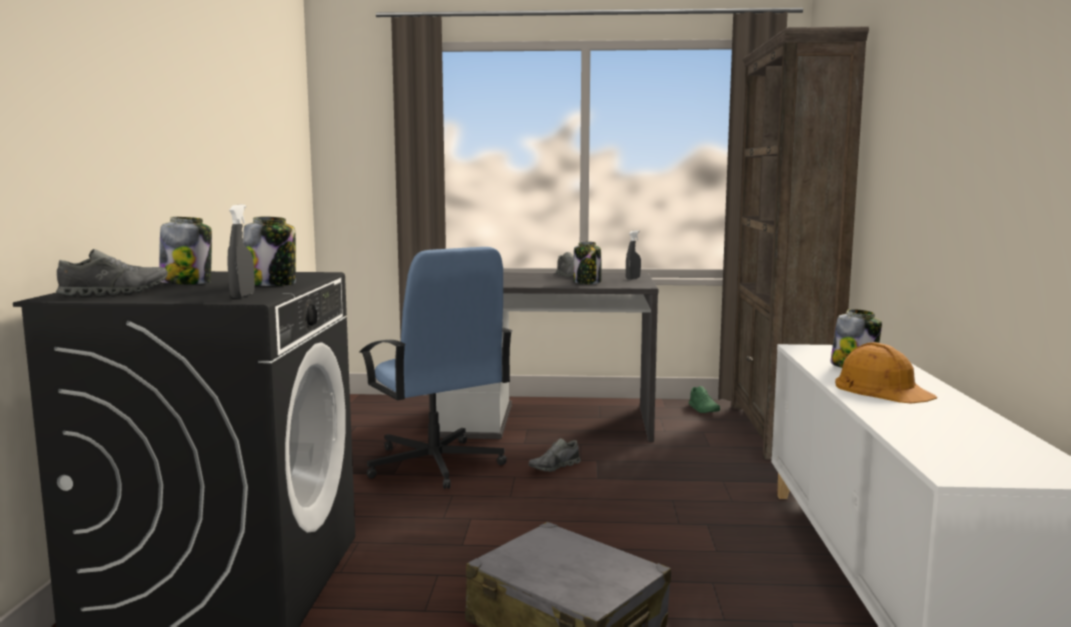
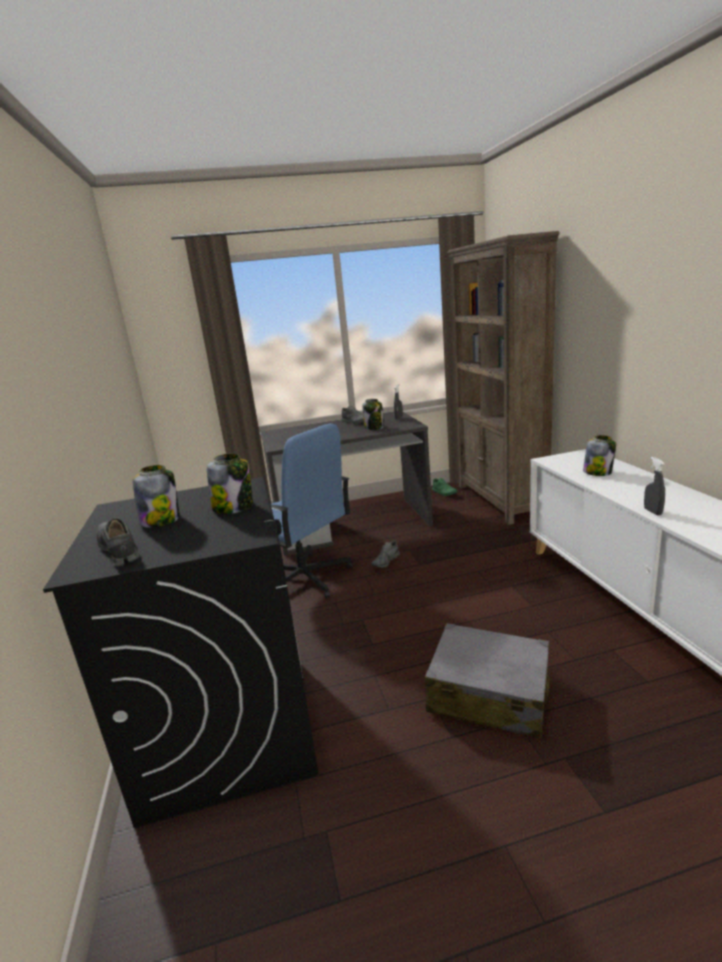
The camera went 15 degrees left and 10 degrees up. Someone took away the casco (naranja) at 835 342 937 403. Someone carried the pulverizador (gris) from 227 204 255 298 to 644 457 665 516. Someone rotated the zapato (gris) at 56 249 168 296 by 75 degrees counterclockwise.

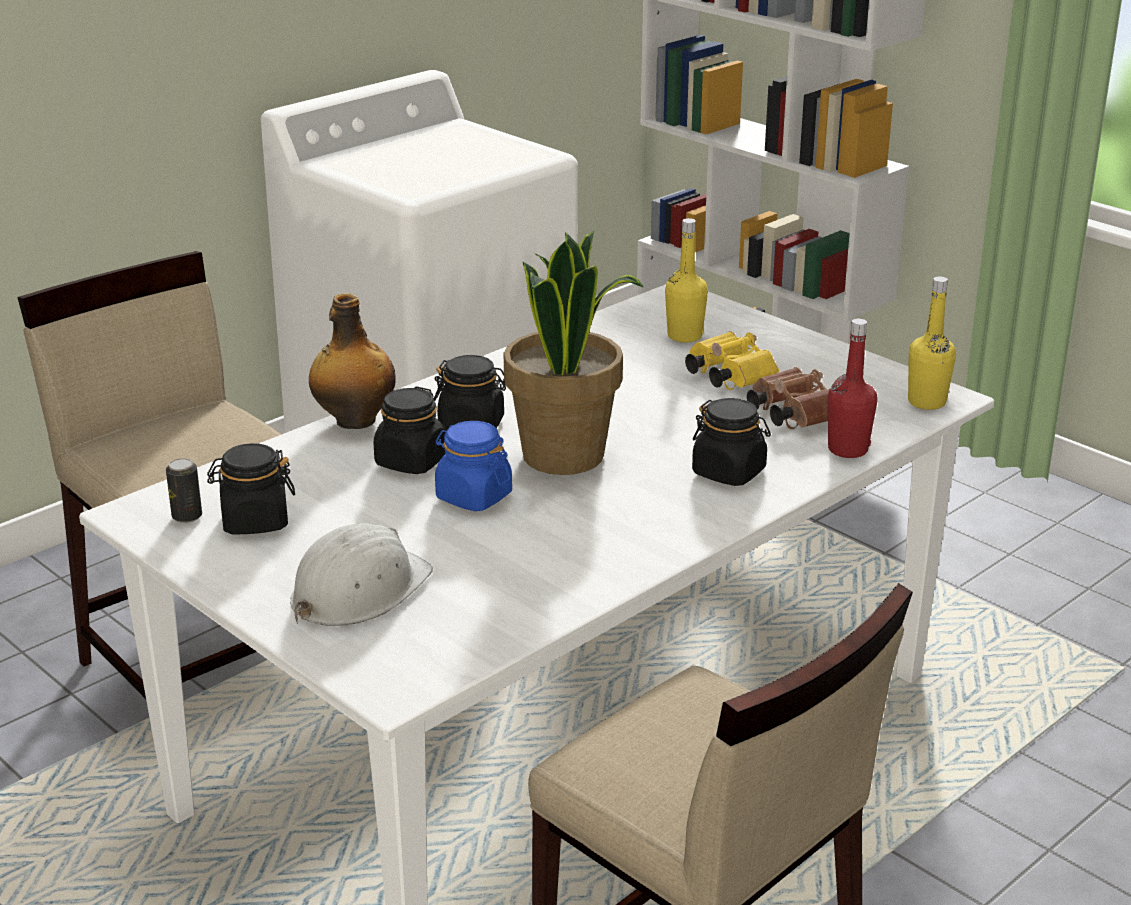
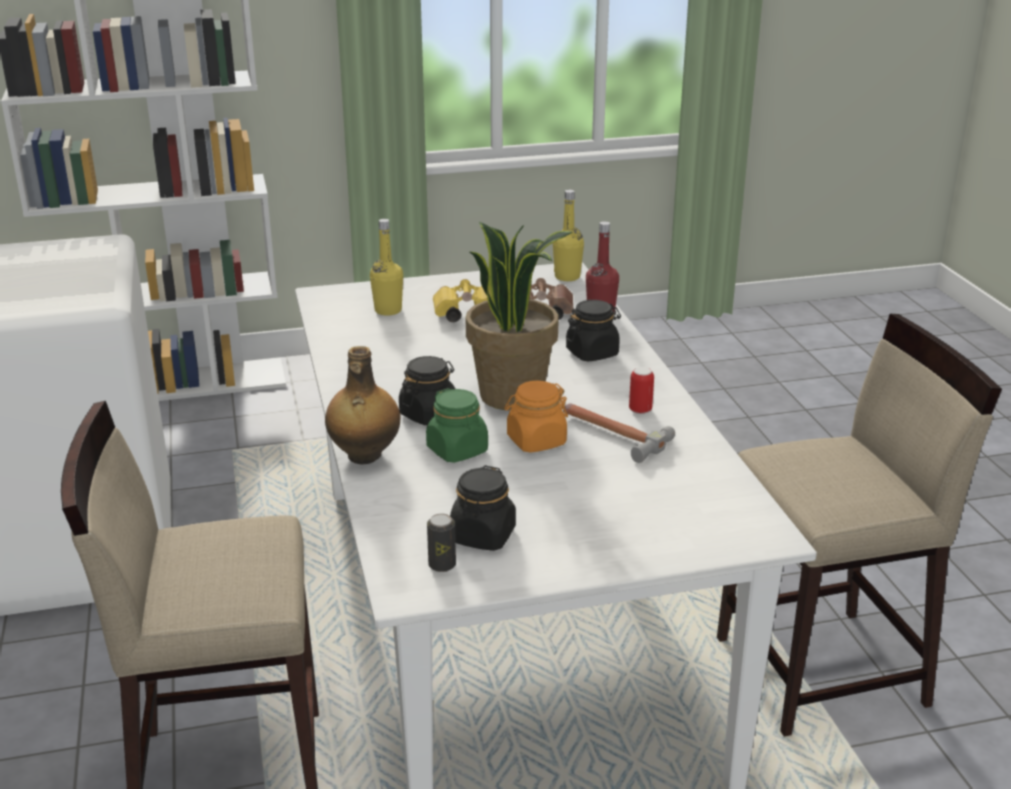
The camera went 60 degrees left and 0 degrees up. Someone took away the casco (blanco) at 290 523 433 626. Someone put down the martillo at 563 403 675 463. Someone put down the lata at 629 367 654 414. Someone repainted the tarro (negro) at 373 387 446 474, which became the tarro (verde) at 426 388 488 463. Someone repainted the tarro (azul) at 435 421 512 511, which became the tarro (naranja) at 504 381 568 453.

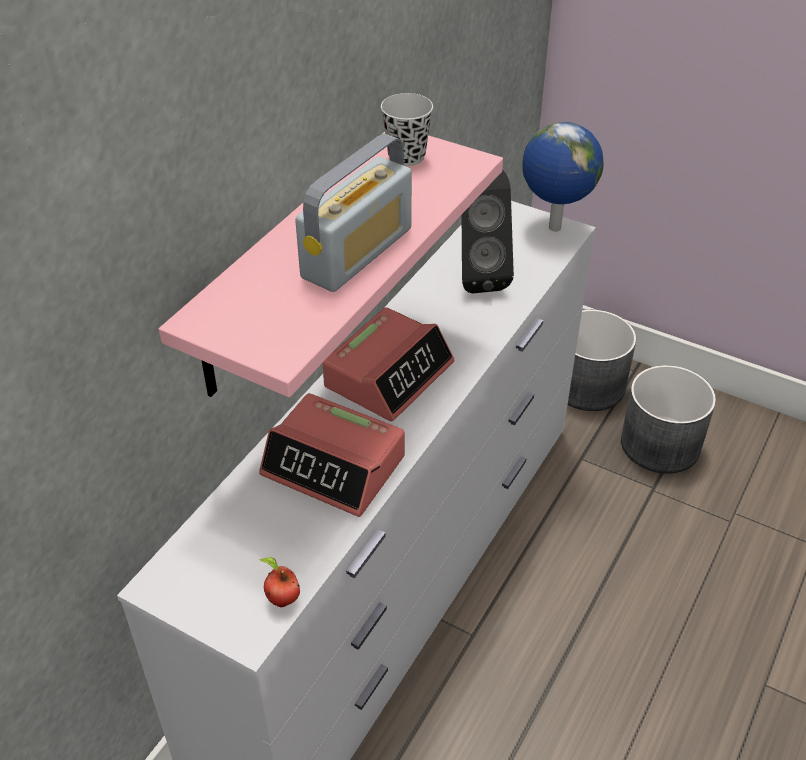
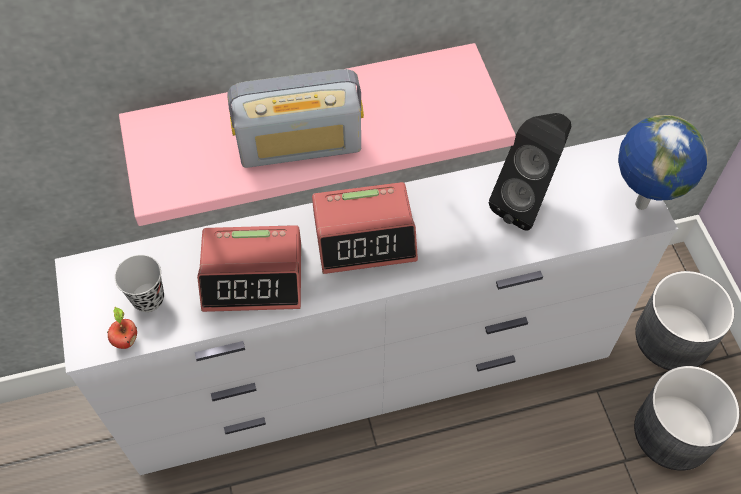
The camera went 45 degrees right and 15 degrees up. Someone carried the taza (negro) from 381 93 433 166 to 114 255 164 312. Someone rotated the despertador at 259 393 405 517 by 75 degrees counterclockwise.

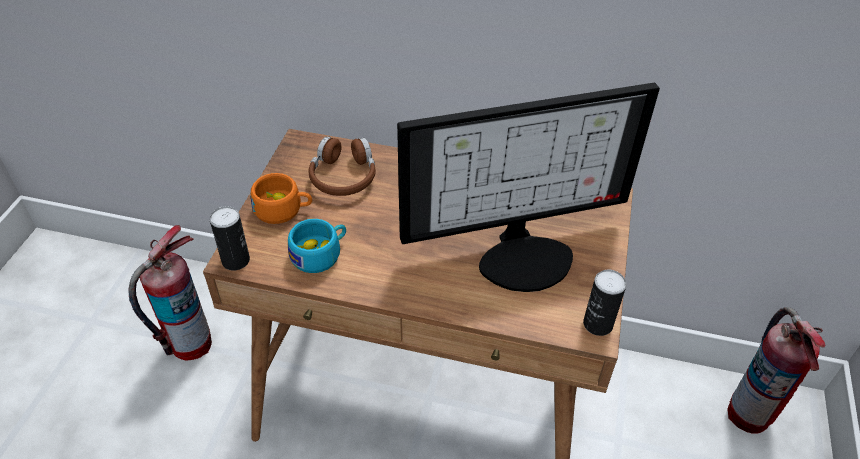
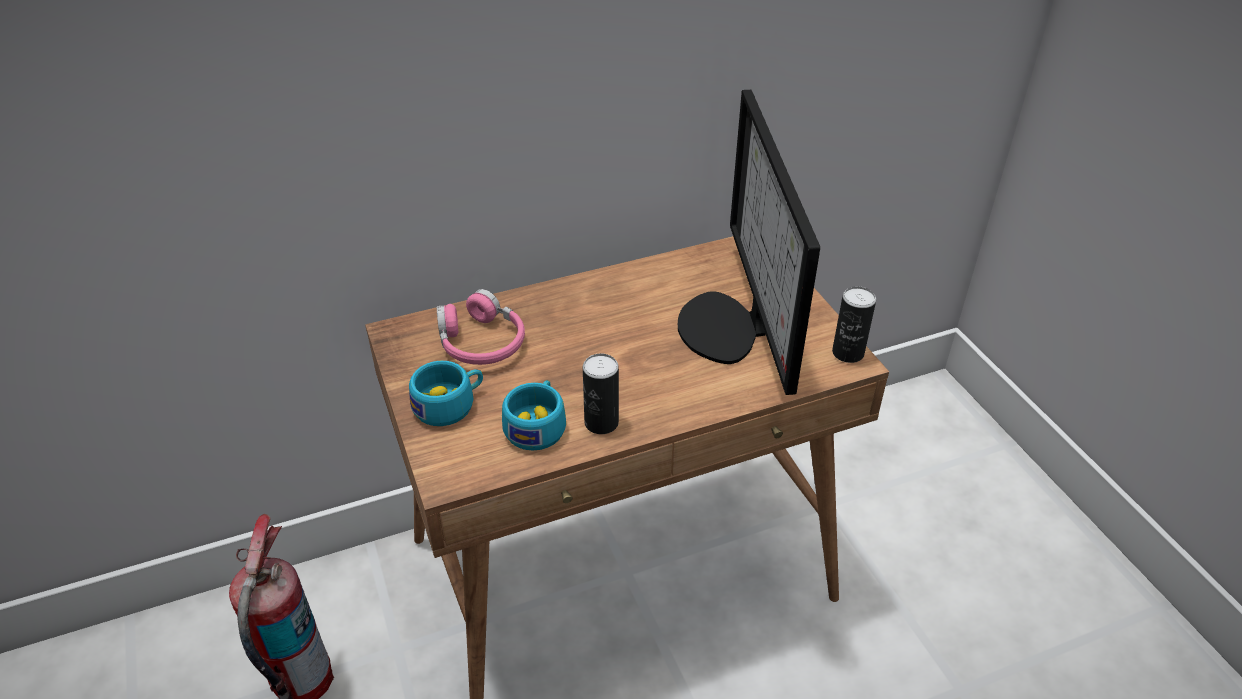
The camera went 35 degrees left and 5 degrees down. Someone took away the extintor at 727 307 825 434. Someone carried the lata from 210 206 250 271 to 583 354 619 434. Someone repainted the taza (naranja) at 251 173 312 224, which became the taza (turquesa) at 409 361 483 426. Someone repainted the auriculares (marrón) at 308 136 376 196, which became the auriculares (rosa) at 437 289 525 365. Someone rotated the monitor at 397 83 660 292 by 135 degrees clockwise.

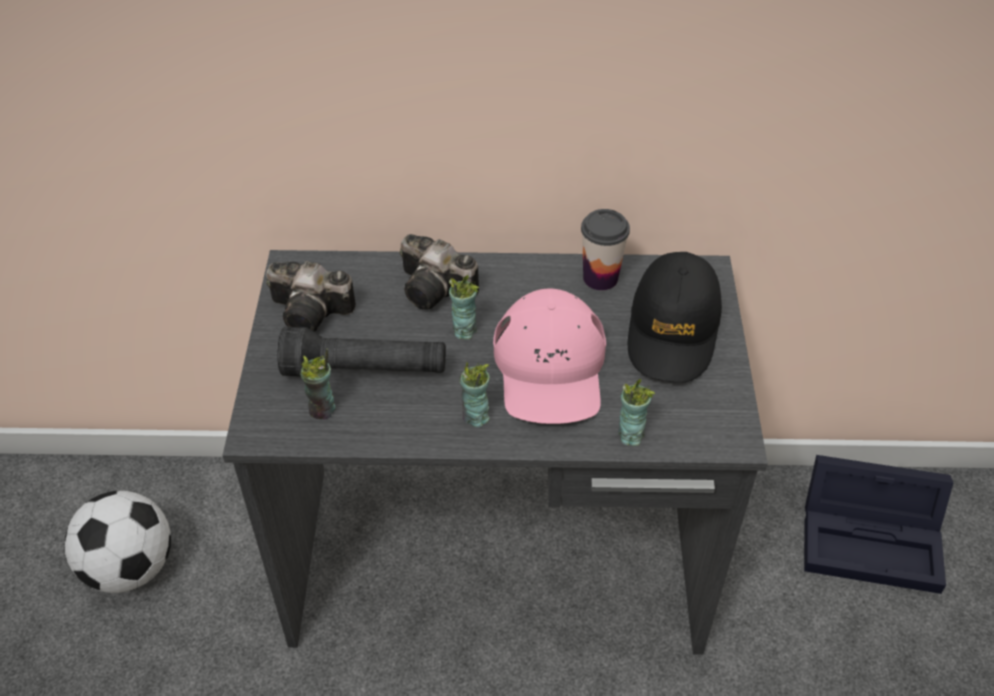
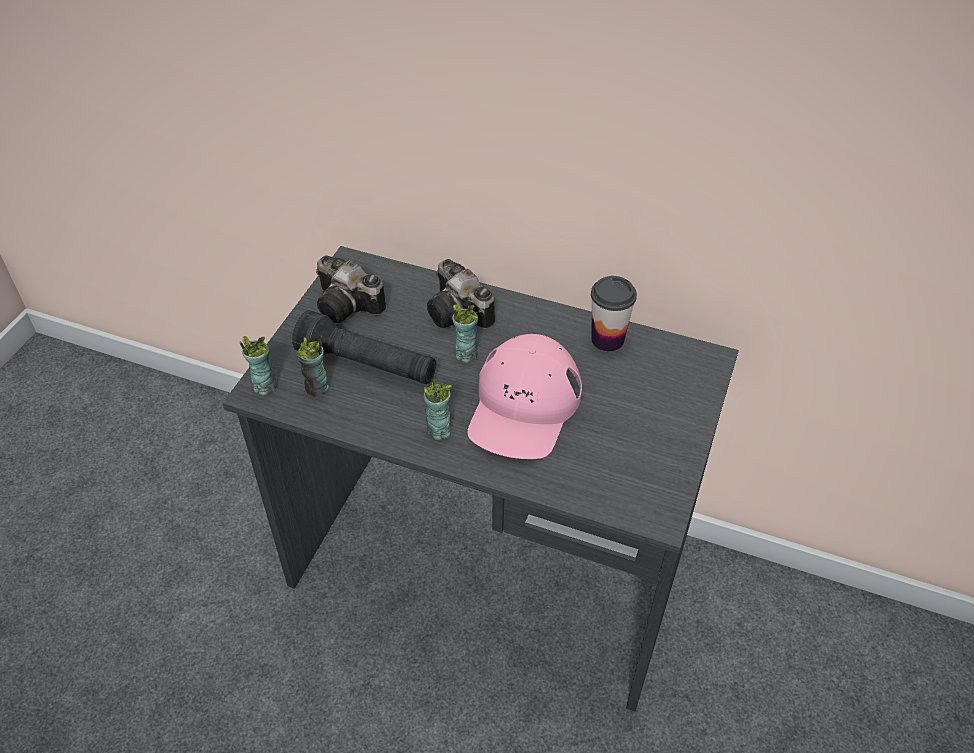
The camera went 20 degrees right and 0 degrees up. Someone took away the balón de fútbol at 64 491 171 593. Someone took away the gorra (negro) at 628 252 722 383. Someone took away the caja de almacenaje (negro) at 804 455 954 594. Someone carried the taza from 618 379 655 446 to 240 336 277 396.

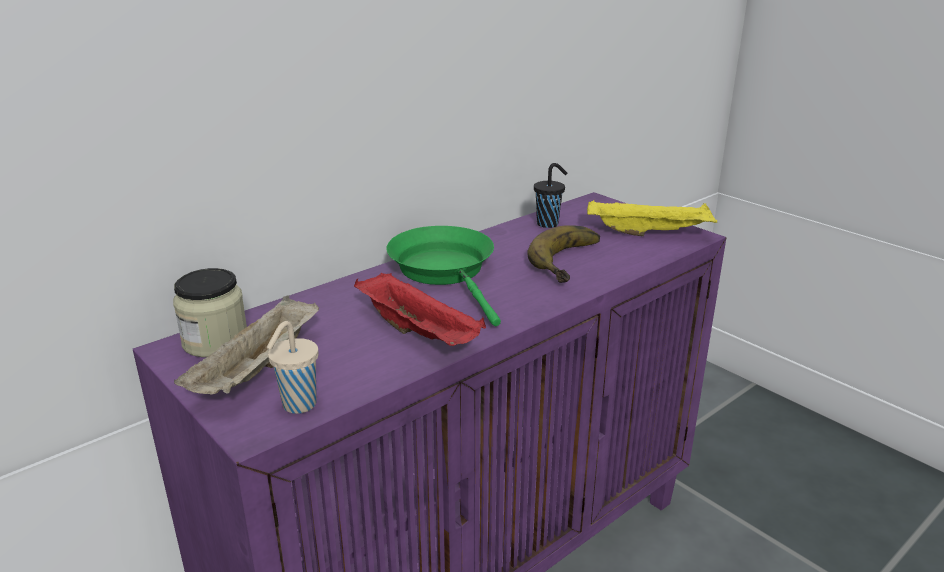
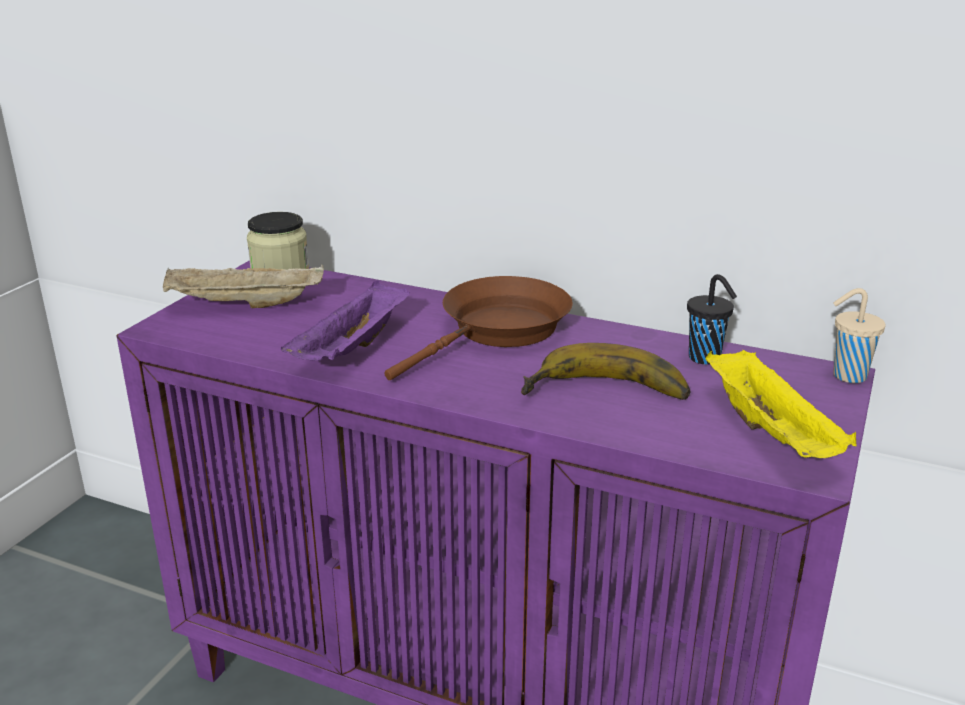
The camera went 65 degrees right and 0 degrees up. Someone carried the taza (beis) from 267 321 318 414 to 833 288 886 383. Someone repainted the bandeja (rojo) at 354 273 486 346, which became the bandeja (morado) at 281 281 410 361. Someone repainted the sartén (verde) at 386 226 501 327, which became the sartén (marrón) at 384 276 573 380.

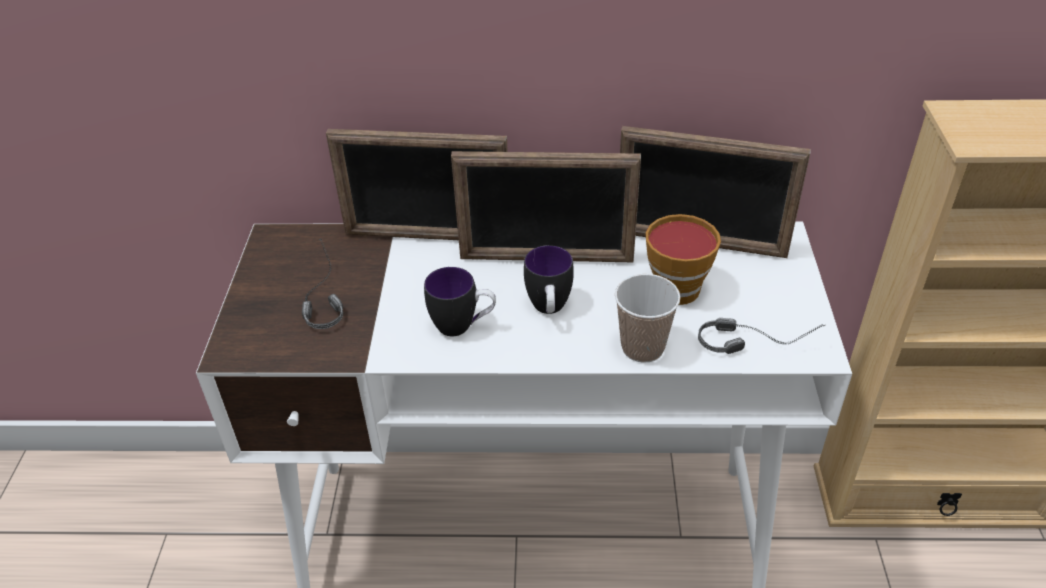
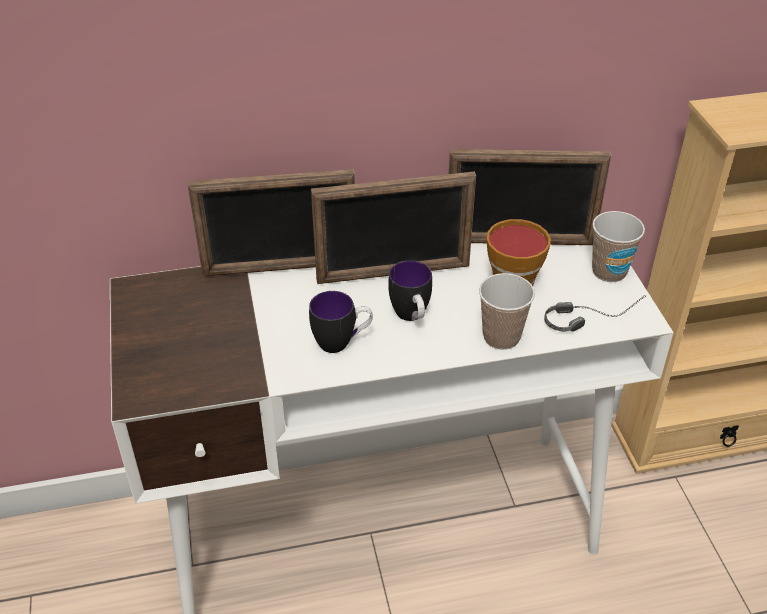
The camera went 15 degrees left and 0 degrees up. Someone took away the auriculares at 302 239 343 329. Someone put down the taza at 592 211 645 282.

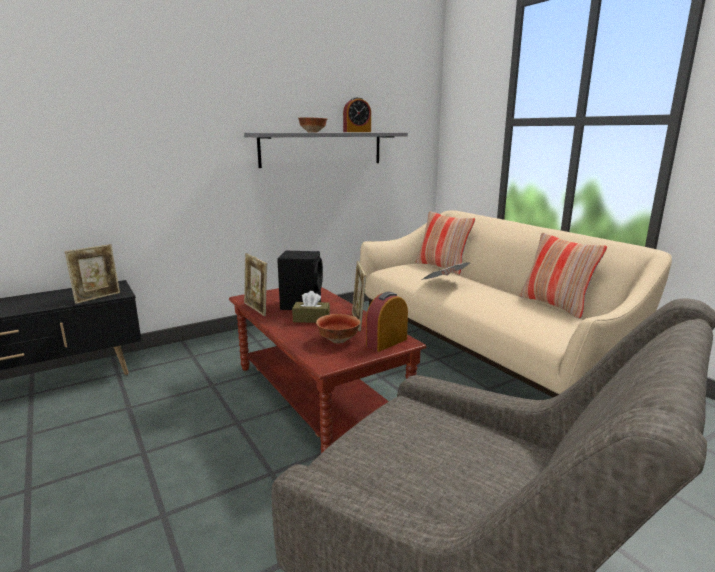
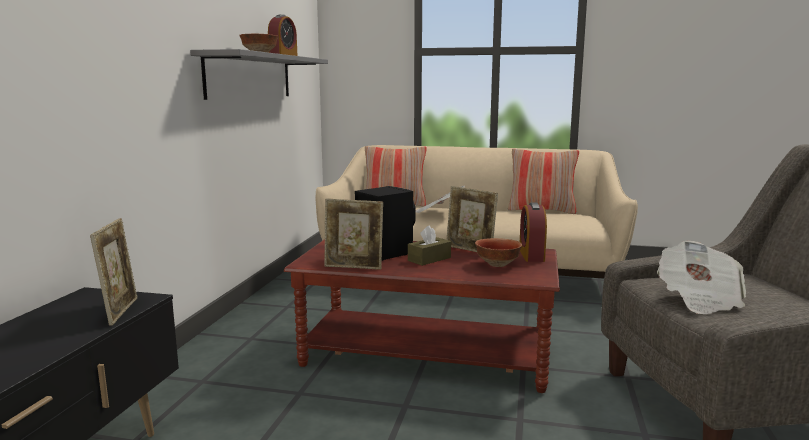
The camera went 45 degrees left and 5 degrees down. Someone put down the periódico at 657 241 746 314.

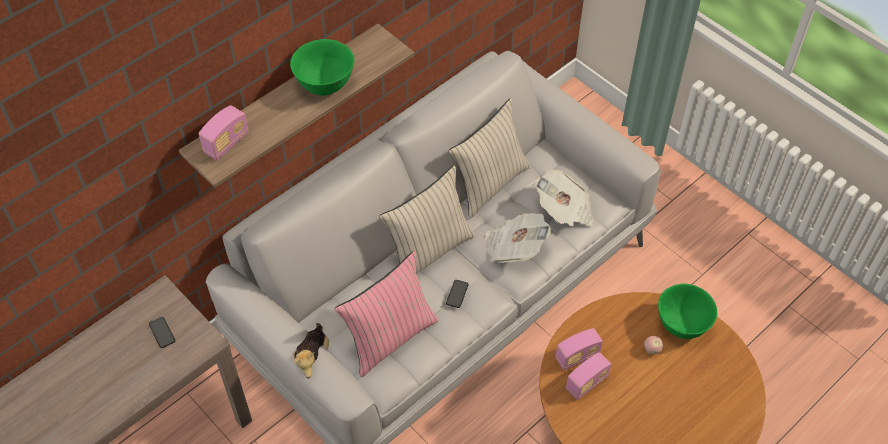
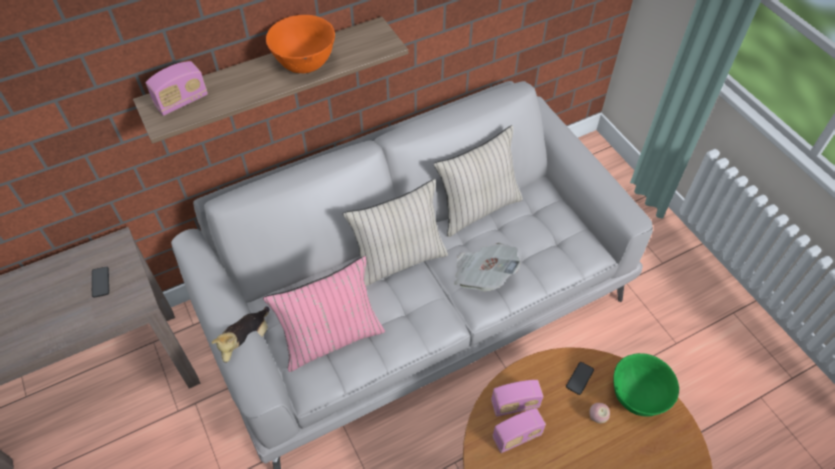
The camera went 15 degrees right and 0 degrees up. Someone took away the periódico at 535 169 594 227. Someone carried the móvil from 446 280 469 308 to 566 362 594 395. Someone repainted the cuenco (verde) at 290 39 354 95, which became the cuenco (naranja) at 266 15 335 73.

